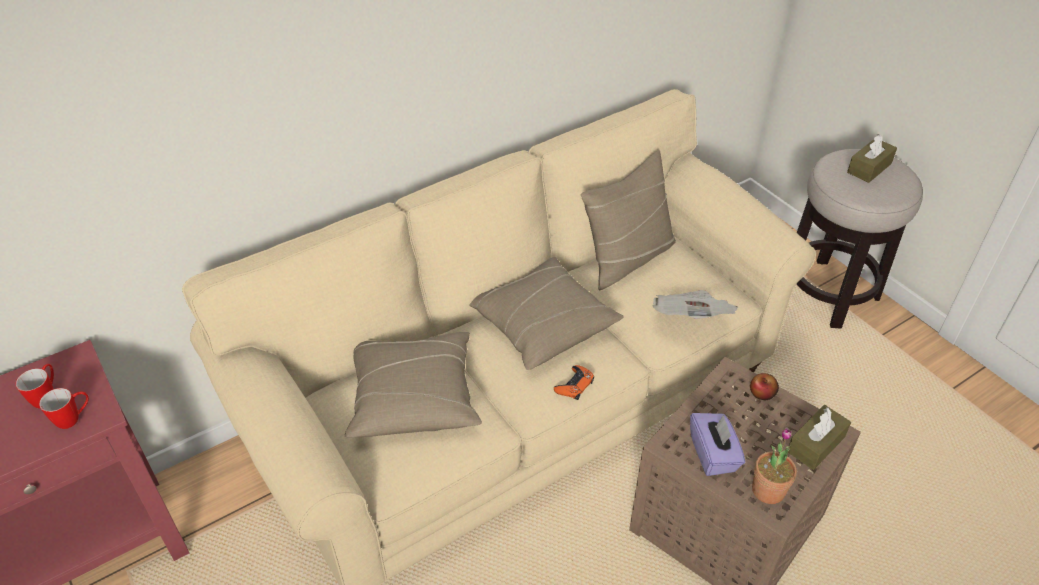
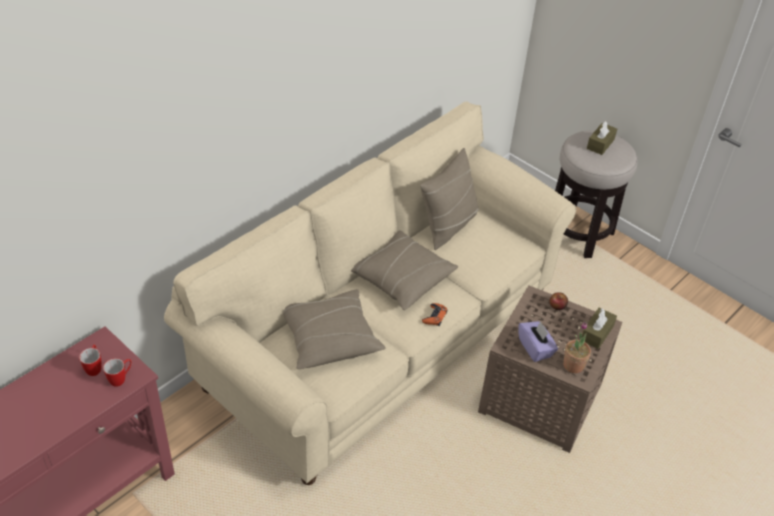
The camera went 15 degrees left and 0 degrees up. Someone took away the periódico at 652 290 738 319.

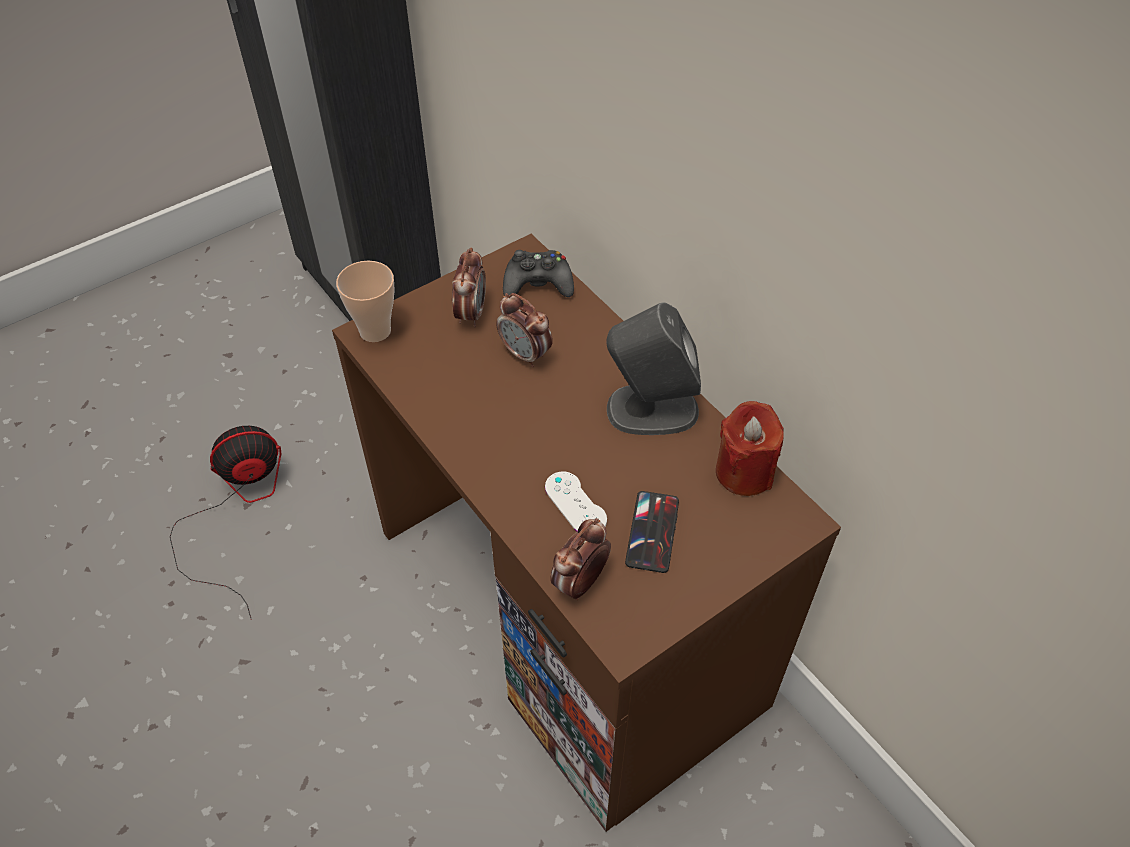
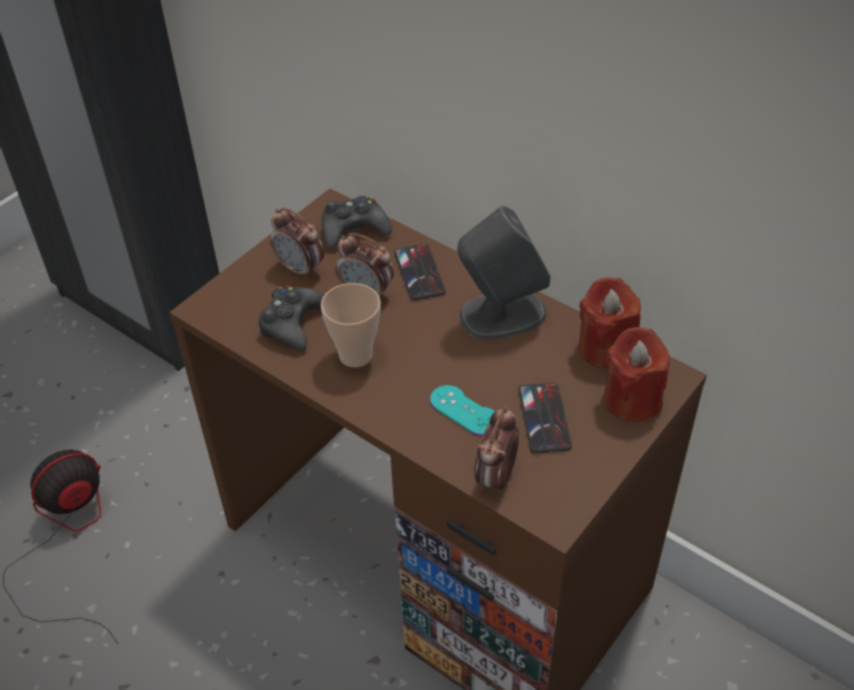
The camera went 15 degrees left and 5 degrees down. Someone put down the mando de consola (negro) at 259 285 325 350. Someone put down the móvil at 394 244 446 300. Someone put down the vela (rojo) at 604 327 670 422. Someone carried the taza from 336 261 395 342 to 321 283 381 368. Someone repainted the mando de consola (blanco) at 545 471 607 532, which became the mando de consola (turquesa) at 430 385 495 436. Someone rotated the despertador at 452 247 486 327 by 135 degrees clockwise.

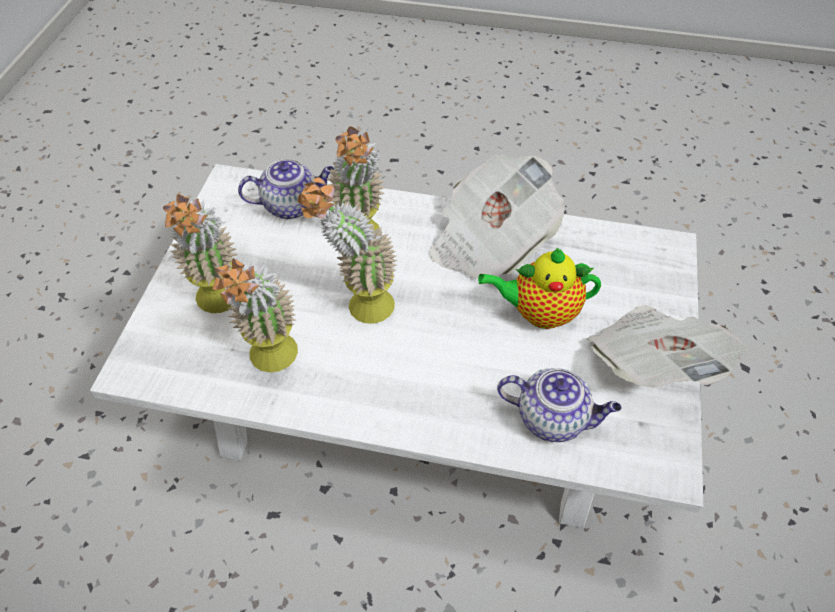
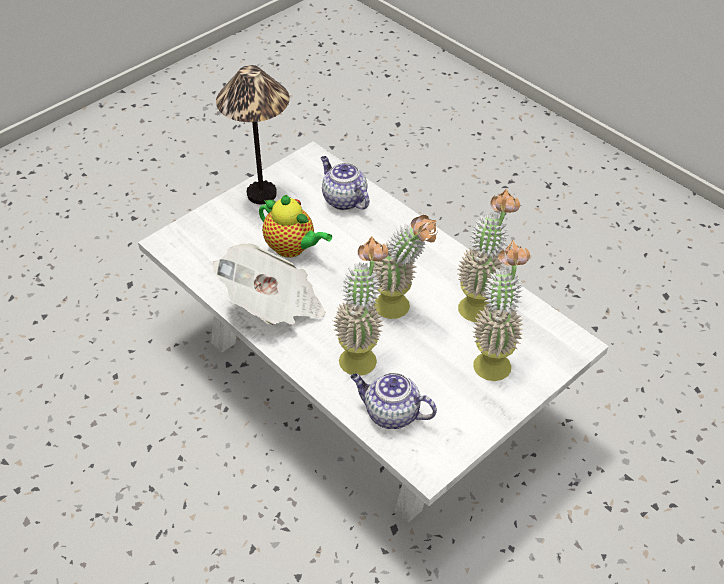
The camera went 145 degrees left and 5 degrees down. Someone swapped the periódico at 586 305 749 388 for the lámpara de mesa at 216 65 290 204.

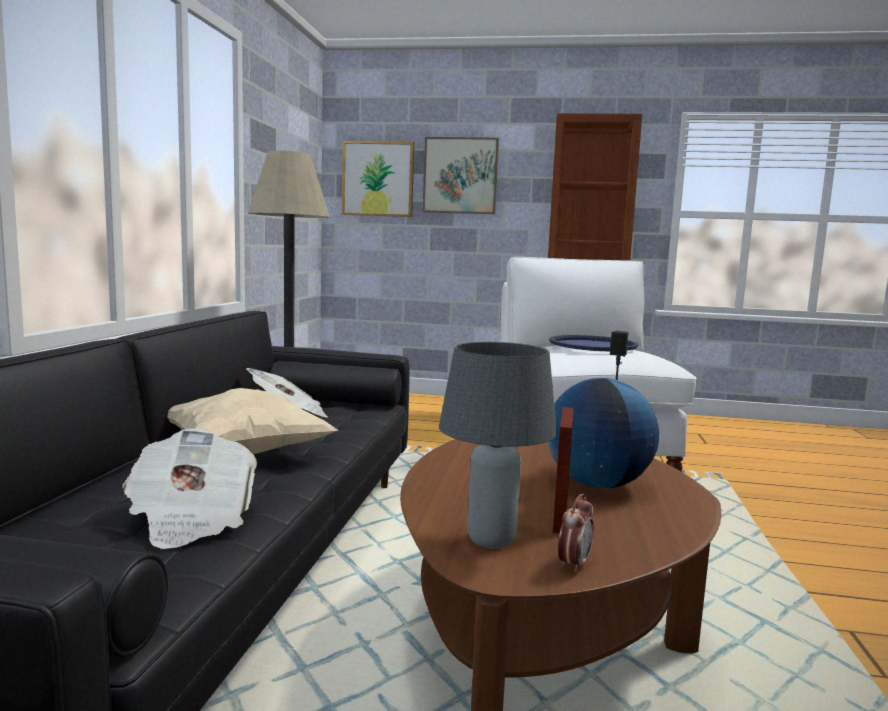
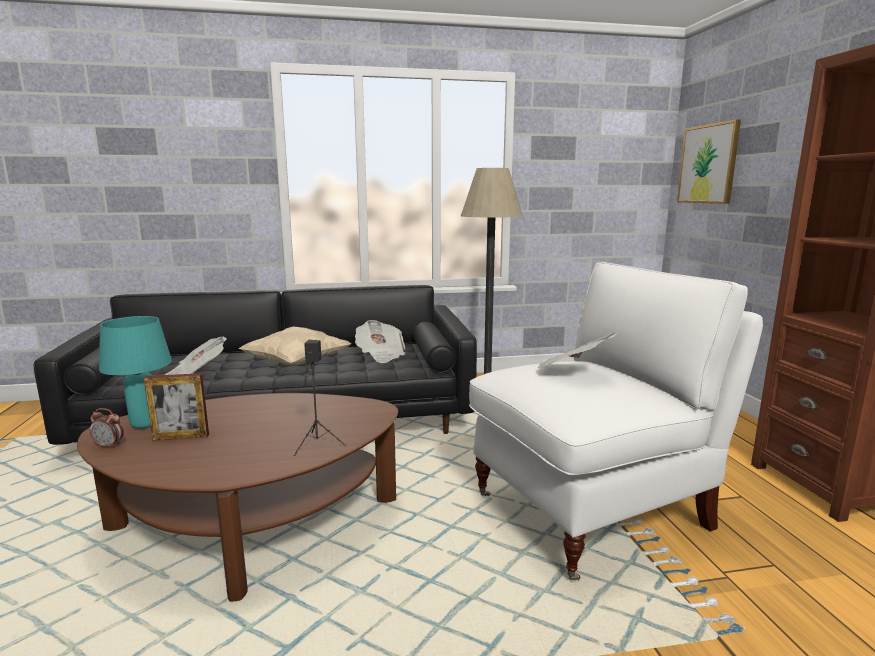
The camera went 70 degrees right and 5 degrees up. Someone took away the cuadro at 423 137 499 214. Someone took away the globo terráqueo at 548 378 659 488. Someone swapped the bandeja (azul) at 549 335 638 351 for the periódico at 537 332 617 368. Someone repainted the lámpara de mesa (gris) at 439 342 557 549, which became the lámpara de mesa (turquesa) at 99 316 172 429.

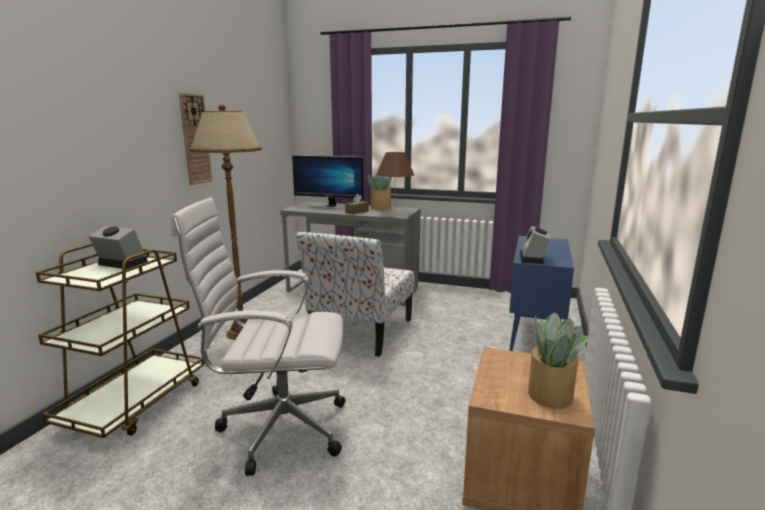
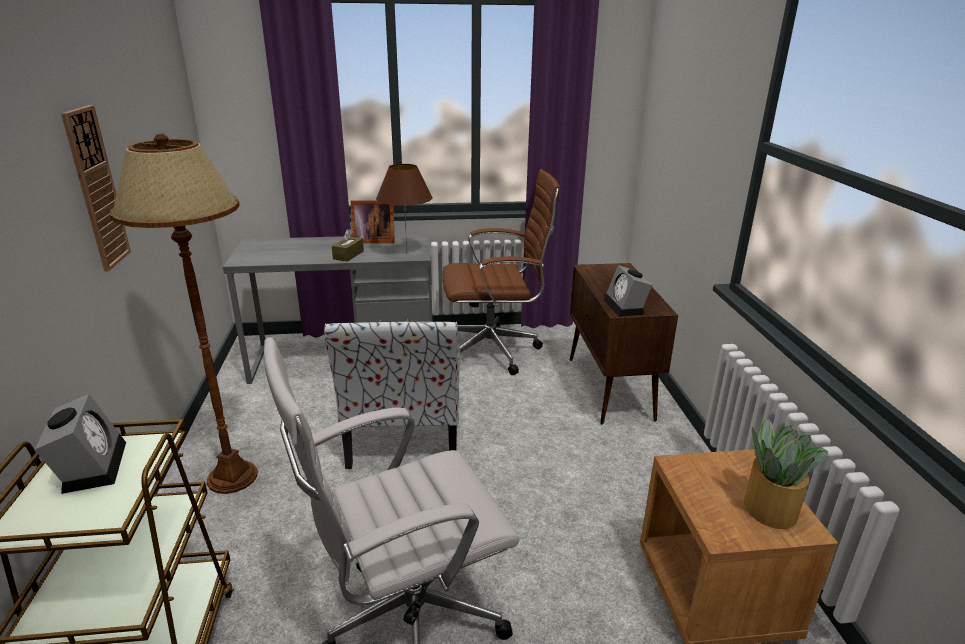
The camera went 25 degrees left and 10 degrees up. Someone took away the monitor at 292 155 365 209. Someone put down the silla de oficina (marrón) at 443 169 560 375. Someone swapped the planta en maceta at 367 174 393 210 for the portarretratos at 350 200 395 243. Someone repainted the armario (azul) at 509 236 574 351, which became the armario (marrón) at 570 263 678 425. Someone rotated the despertador at 88 226 148 269 by 75 degrees clockwise.

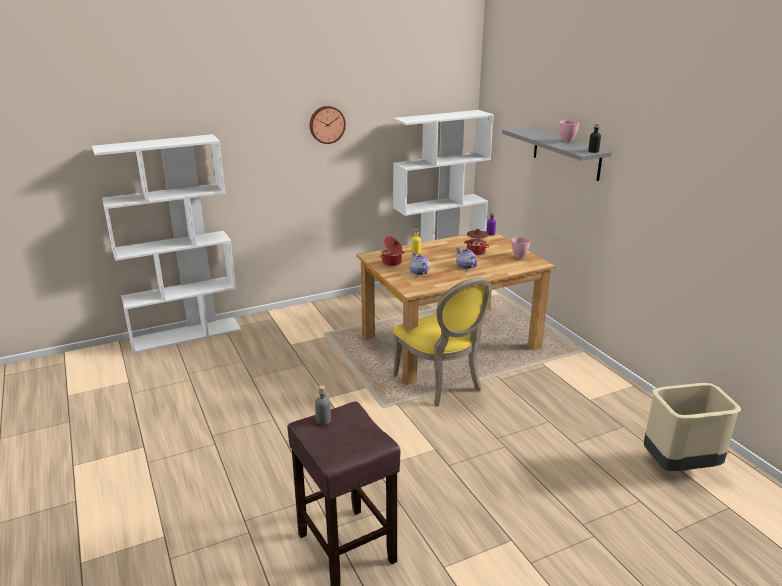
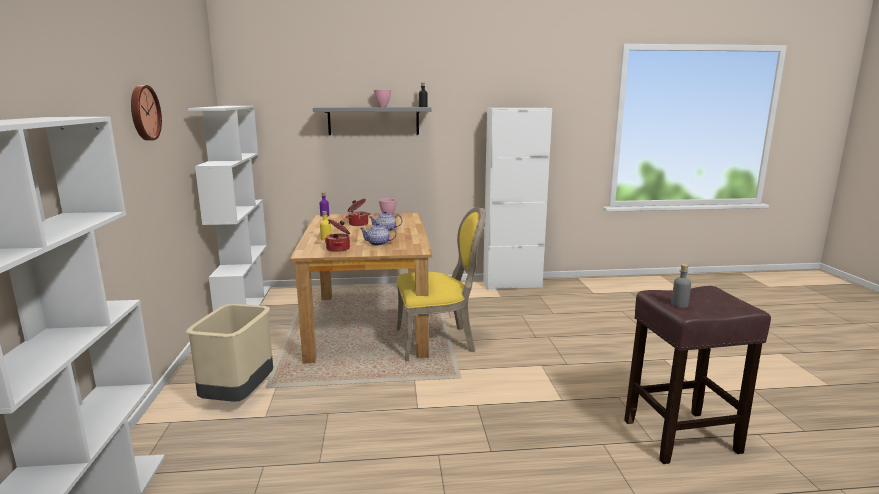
The camera went 70 degrees left and 10 degrees down. Someone put down the armario (blanco) at 483 108 552 290. Someone carried the papelera (beis) from 644 383 741 471 to 186 304 273 402.

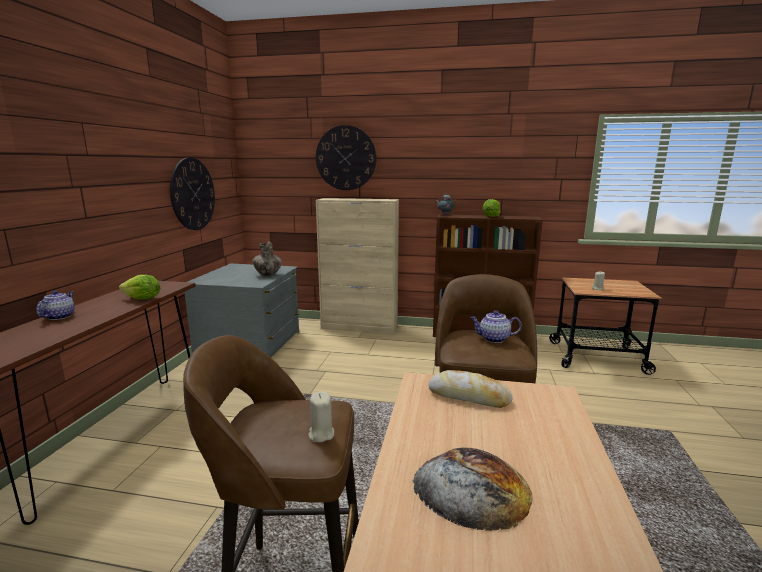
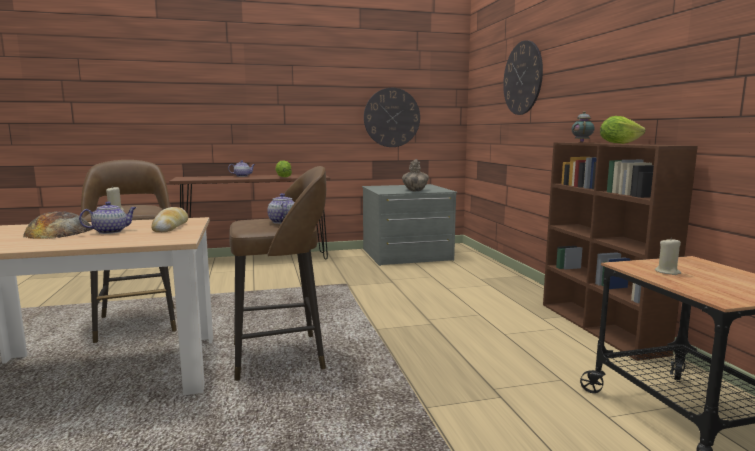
The camera went 65 degrees right and 5 degrees down. Someone took away the armario (beis) at 316 198 399 334. Someone put down the tetera at 79 201 137 234.

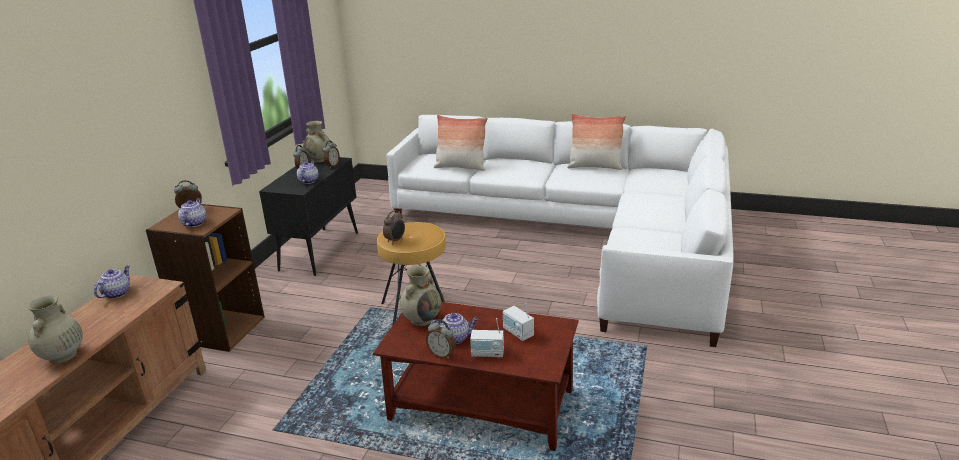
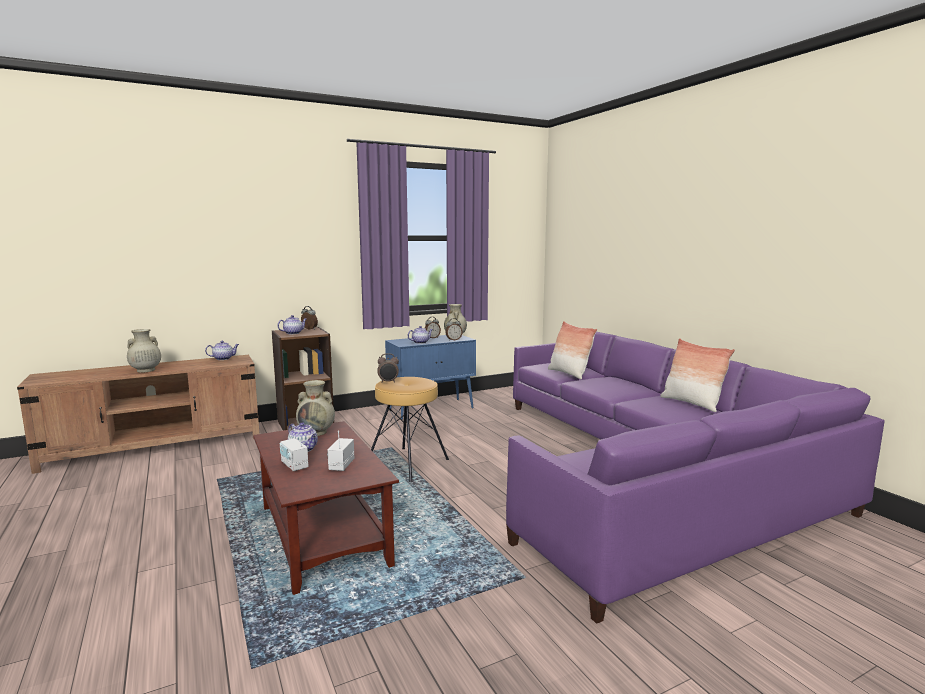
The camera went 45 degrees right and 15 degrees down. Someone took away the despertador at 426 319 456 359. Someone repainted the armario (negro) at 259 157 358 276, which became the armario (azul) at 385 335 476 420. Someone repainted the sofá (blanco) at 386 115 734 347, which became the sofá (morado) at 506 332 885 624.

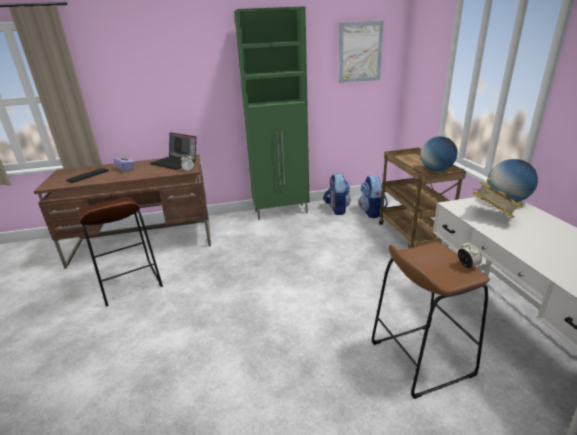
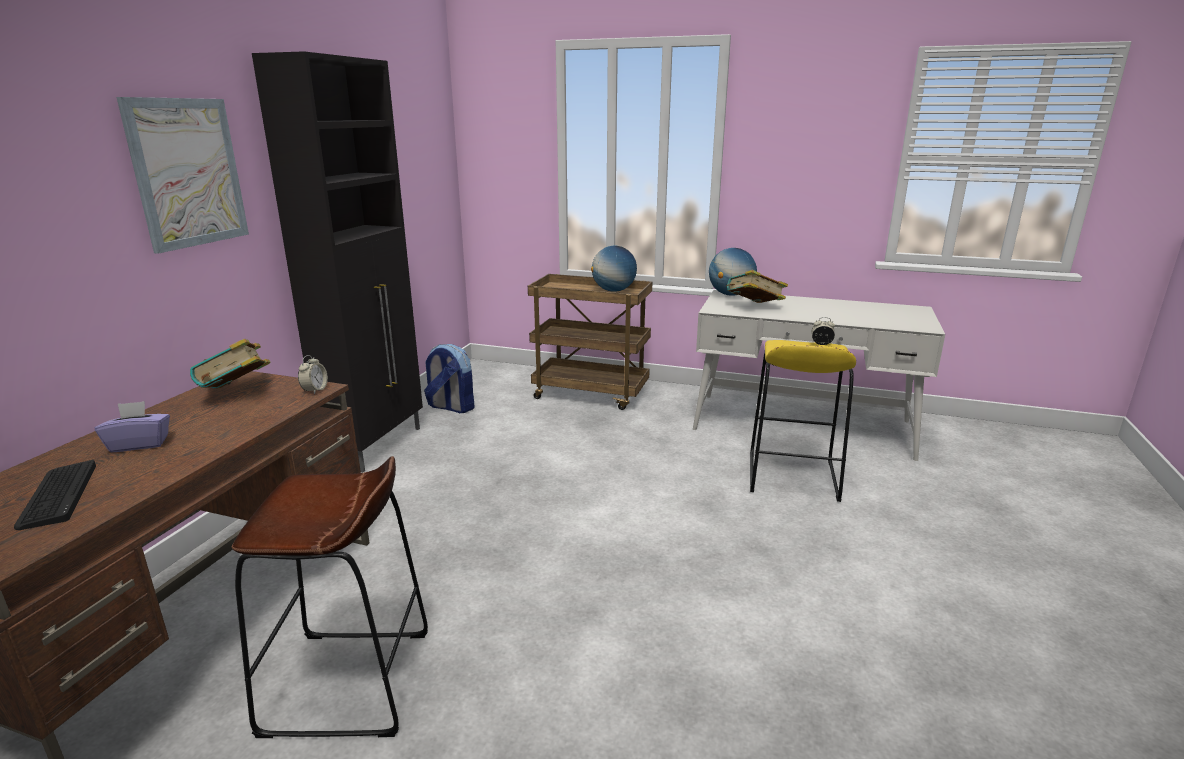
The camera went 60 degrees left and 5 degrees down. Someone took away the mochila at 359 175 388 218. Someone carried the cuadro from 338 21 384 83 to 116 97 249 254. Someone swapped the portátil at 151 133 196 170 for the libro at 190 338 271 389. Someone repainted the armario (verde) at 234 6 309 220, which became the armario (negro) at 252 51 423 472. Someone repainted the taburete (marrón) at 372 243 490 399, which became the taburete (amarillo) at 750 340 856 502.

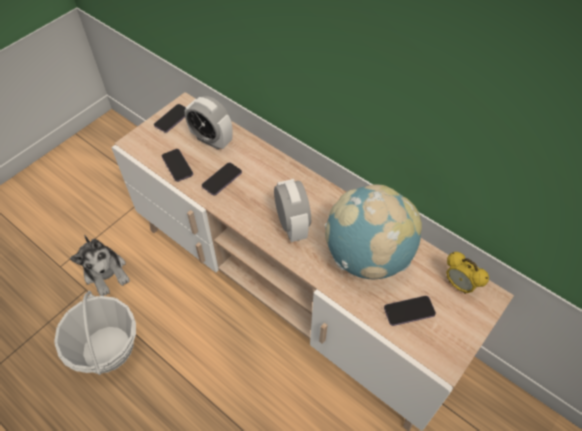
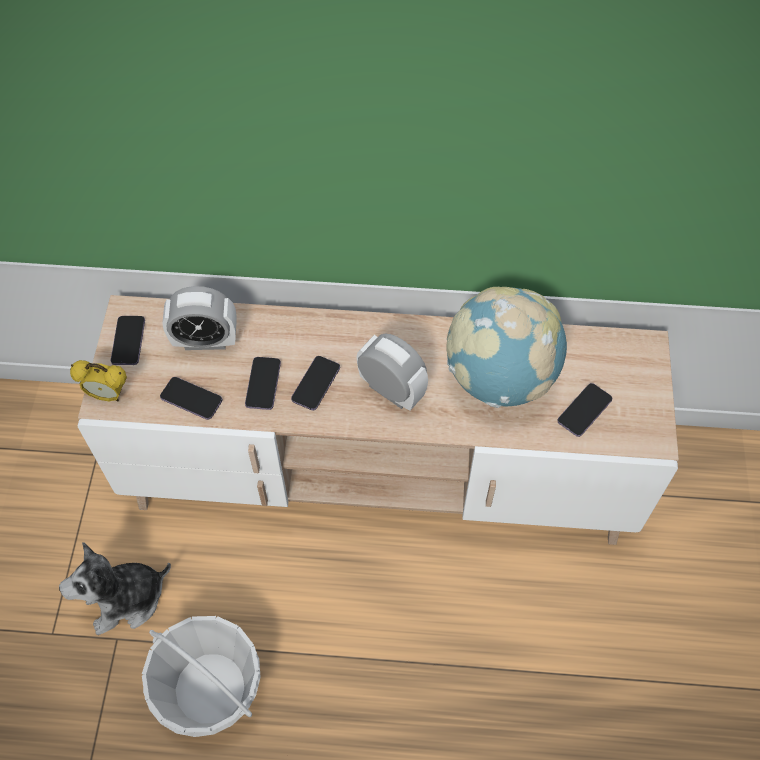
The camera went 35 degrees left and 5 degrees up. Someone put down the móvil at 291 356 340 410. Someone carried the despertador from 446 252 489 294 to 70 360 127 402. Someone rotated the peluche at 70 235 130 296 by 135 degrees clockwise.

